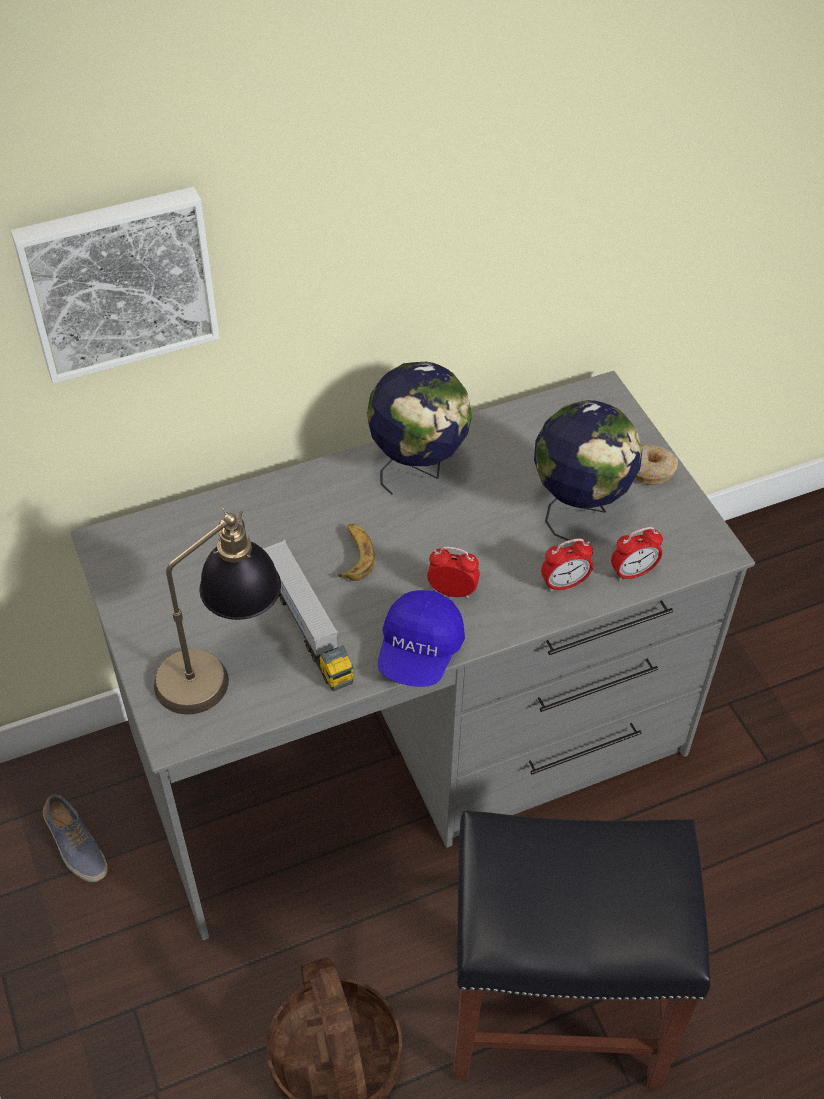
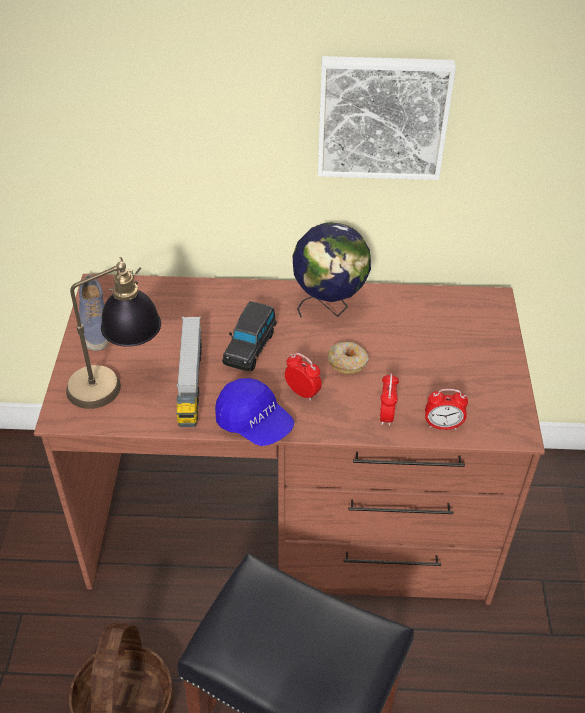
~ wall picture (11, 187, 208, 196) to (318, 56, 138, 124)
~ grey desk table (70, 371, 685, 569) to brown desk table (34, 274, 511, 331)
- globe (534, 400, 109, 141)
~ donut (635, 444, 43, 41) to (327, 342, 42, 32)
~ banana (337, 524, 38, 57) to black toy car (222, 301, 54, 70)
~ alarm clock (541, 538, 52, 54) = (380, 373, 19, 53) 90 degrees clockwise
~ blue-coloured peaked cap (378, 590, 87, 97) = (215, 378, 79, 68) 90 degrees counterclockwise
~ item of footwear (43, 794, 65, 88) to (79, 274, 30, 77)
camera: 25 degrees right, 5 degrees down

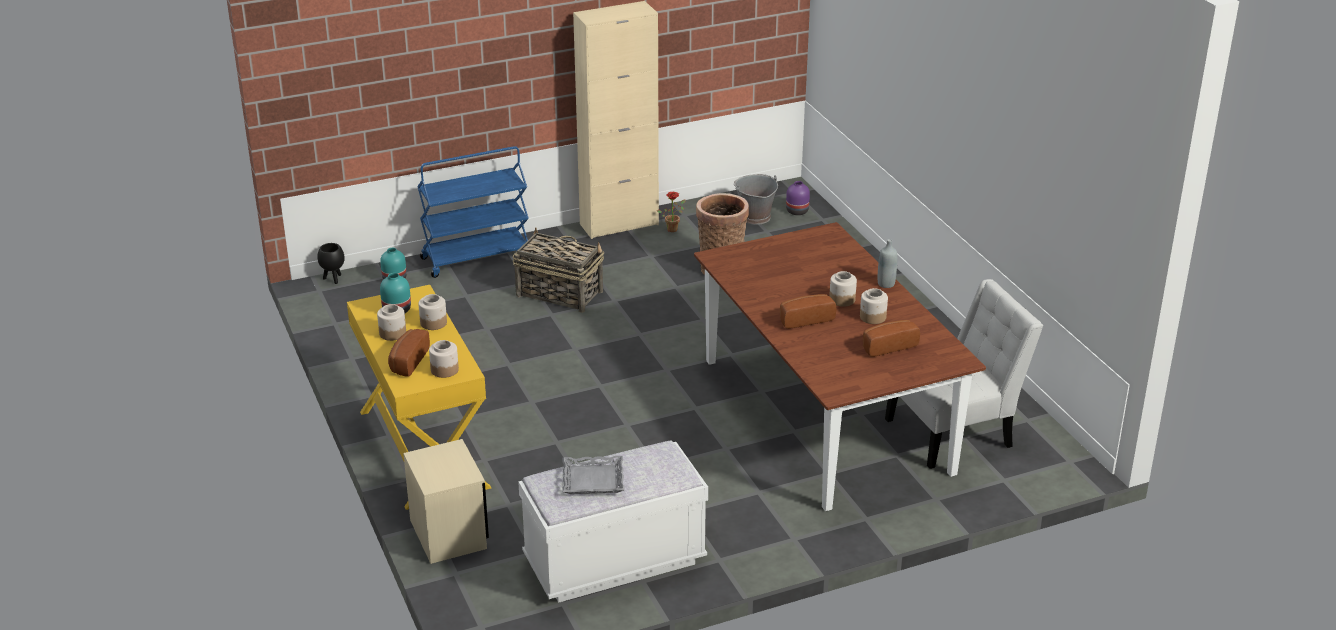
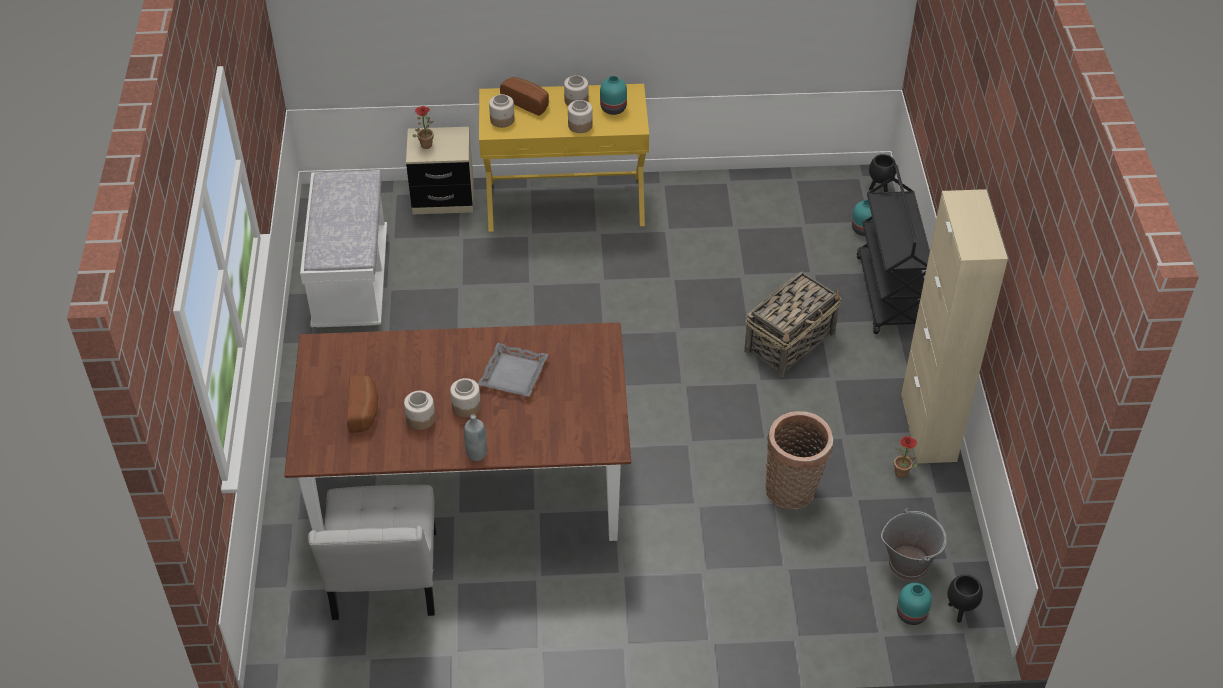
~ blue-coloured trolley (417, 146, 112, 132) to black trolley (856, 165, 74, 169)
~ purple flower vase (786, 181, 24, 34) to turquoise-coloured flower vase (897, 583, 35, 42)
- bakery bread (780, 294, 56, 35)
~ grey carrying tray (563, 456, 62, 38) to (478, 343, 70, 54)
+ houseplant (412, 106, 22, 43)
+ black planter (947, 574, 36, 49)
camera: 110 degrees right, 15 degrees up

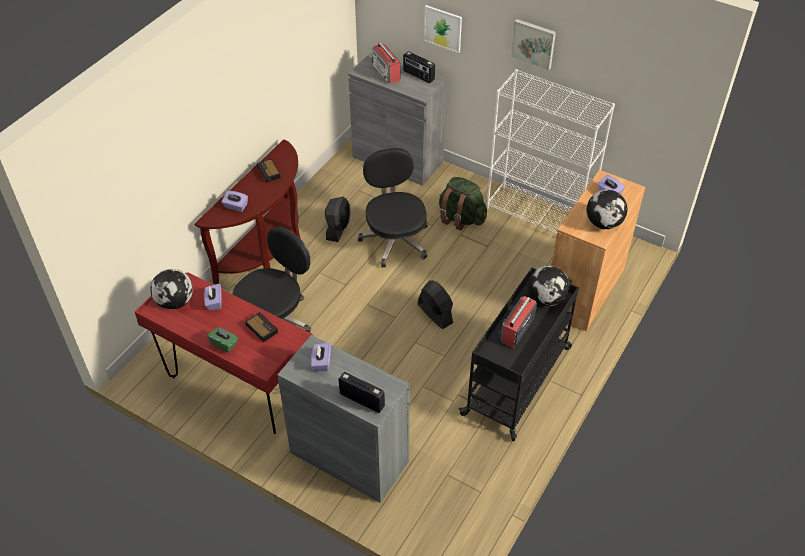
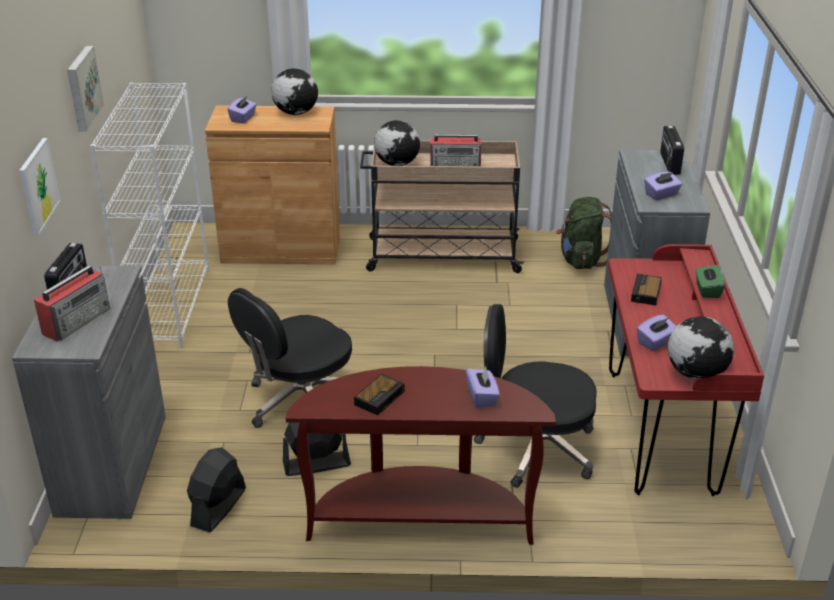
~ green rucksack (439, 177, 48, 53) to (556, 197, 56, 72)
~ black trolley (458, 267, 121, 174) to beige-coloured trolley (360, 140, 164, 133)
~ black cooling fan (417, 280, 36, 49) to (187, 447, 59, 85)
camera: 120 degrees left, 15 degrees down

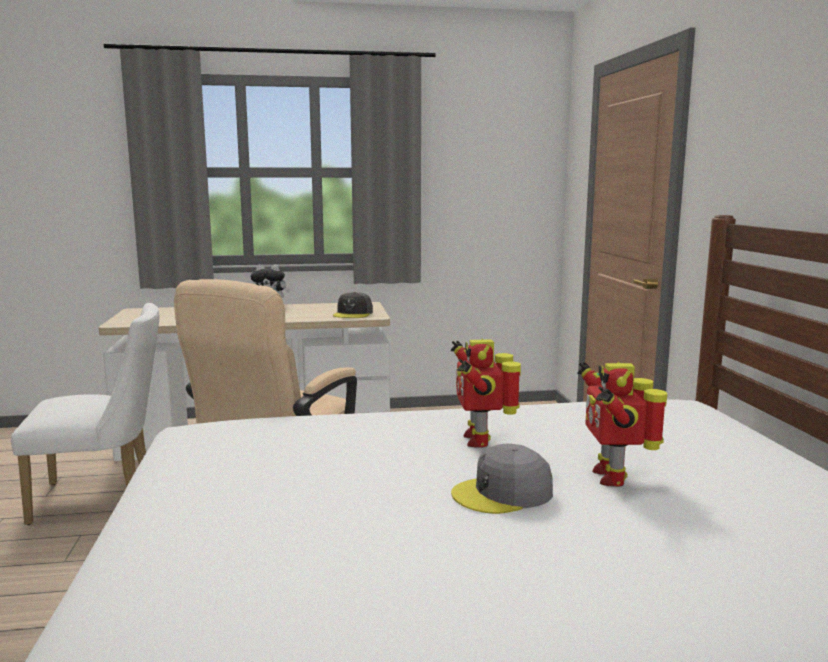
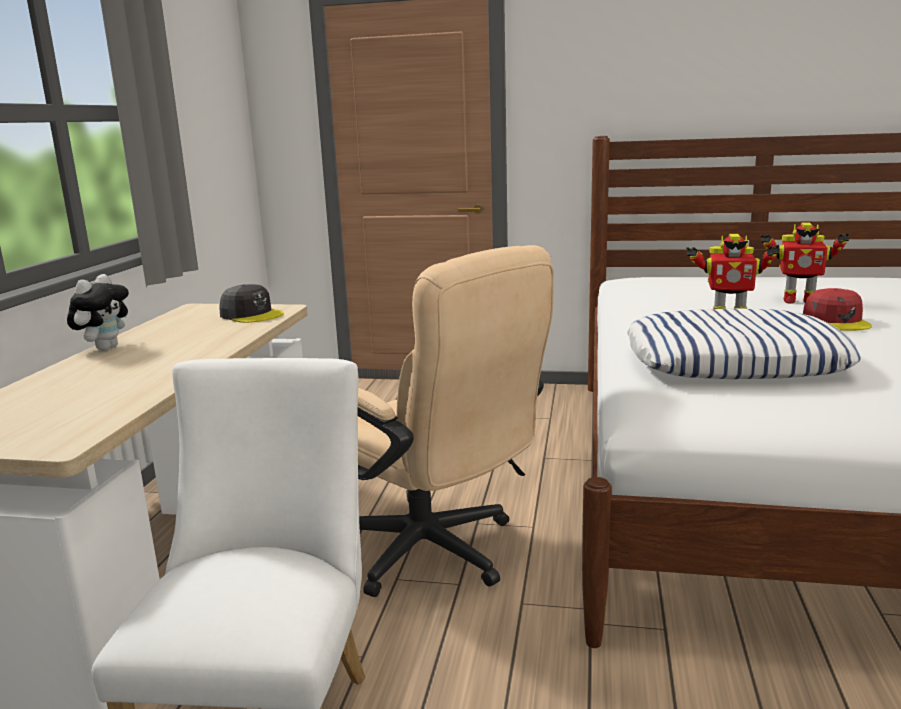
~ grey peaked cap (451, 444, 102, 70) to reddish peaked cap (803, 288, 69, 43)
+ pillow (627, 308, 234, 71)
camera: 70 degrees left, 5 degrees up

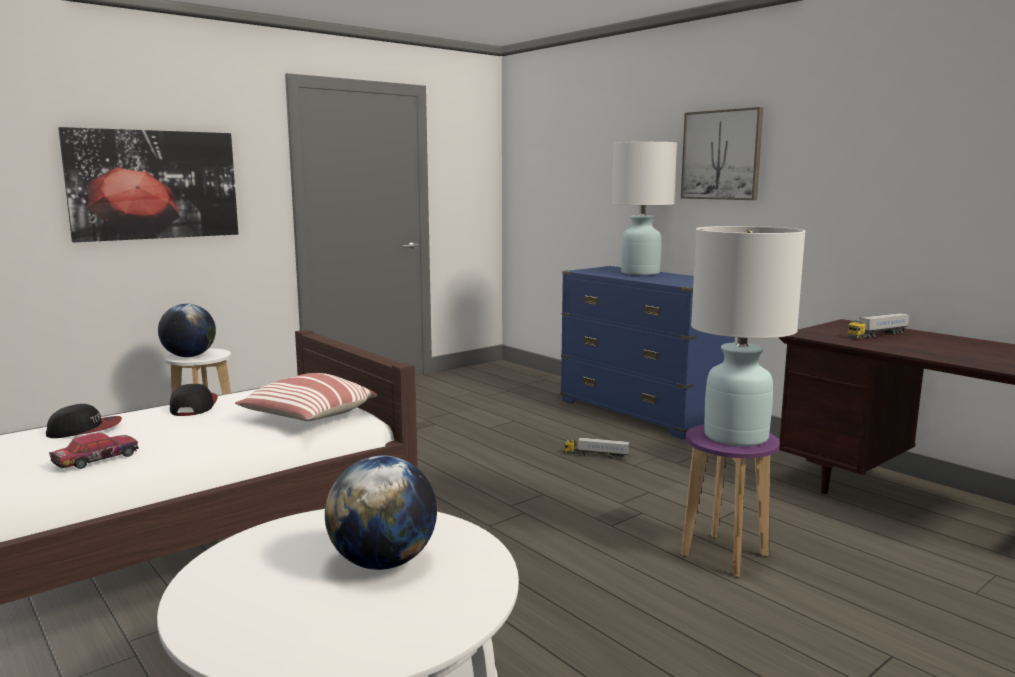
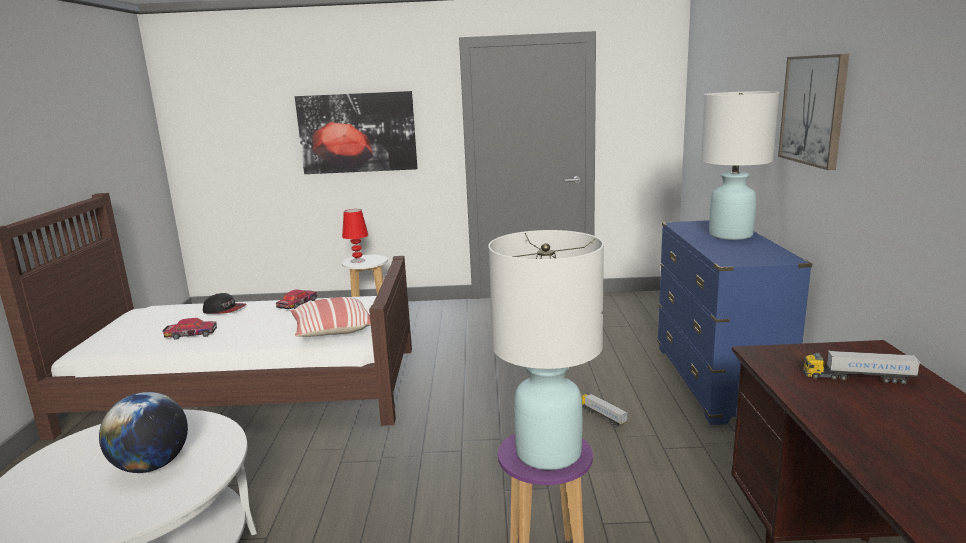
~ globe (158, 304, 58, 53) to reddish tabletop lamp (342, 209, 26, 54)
~ peaked cap (170, 384, 48, 32) to toy car (276, 290, 41, 19)
camera: 40 degrees right, 5 degrees up

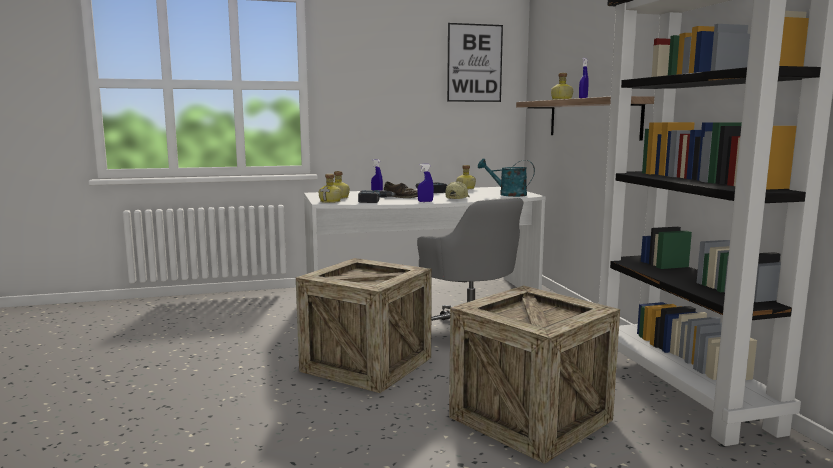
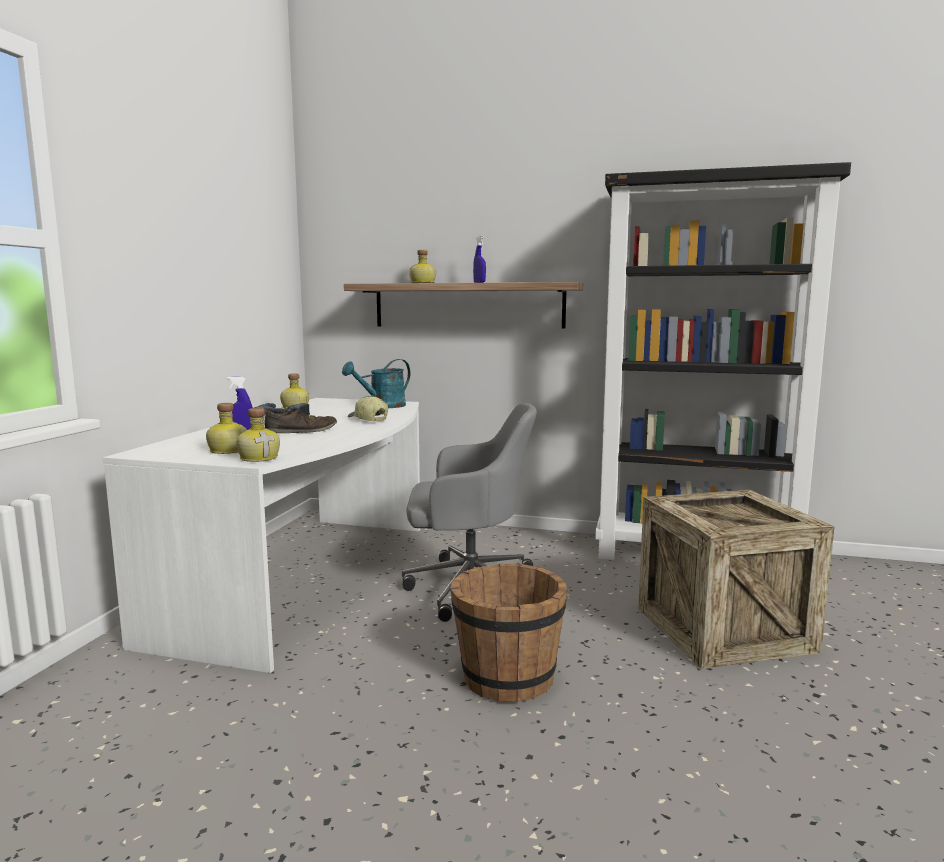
- wall picture (447, 23, 56, 79)
- blue-coloured hand sprayer (417, 164, 17, 38)
- electric drill (358, 190, 37, 13)
~ crate (296, 258, 136, 135) to brown pail (450, 564, 117, 138)
camera: 60 degrees left, 0 degrees up

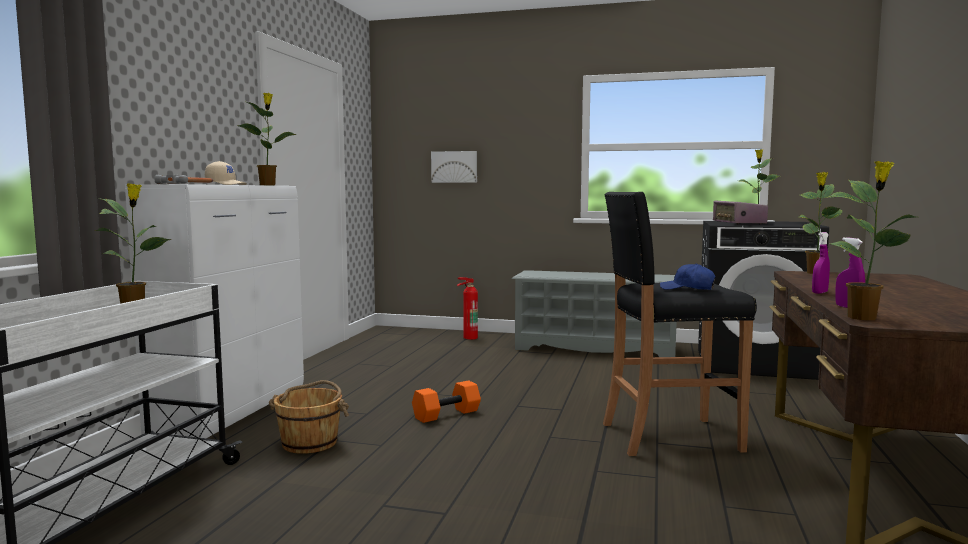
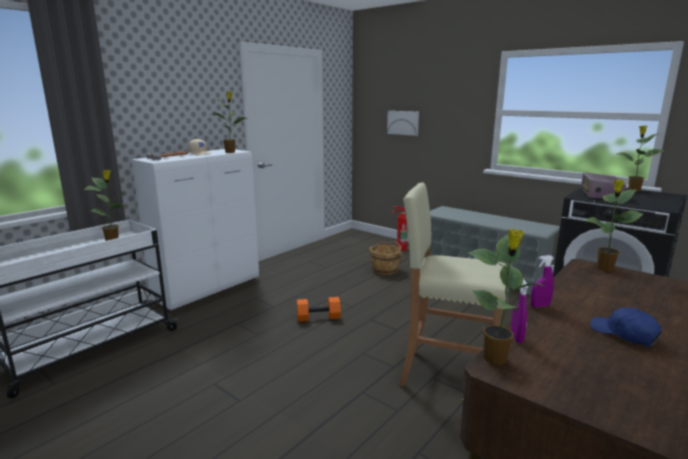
~ black stool (603, 192, 154, 264) to beige-coloured stool (399, 183, 109, 203)
~ blue-coloured peaked cap (660, 263, 55, 27) to (590, 308, 72, 38)
~ brown pail (269, 380, 80, 74) to (368, 241, 36, 34)
camera: 25 degrees right, 10 degrees up

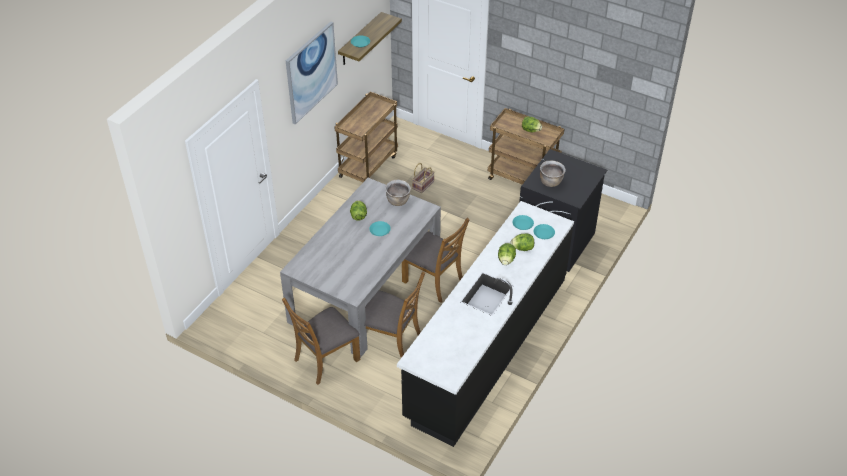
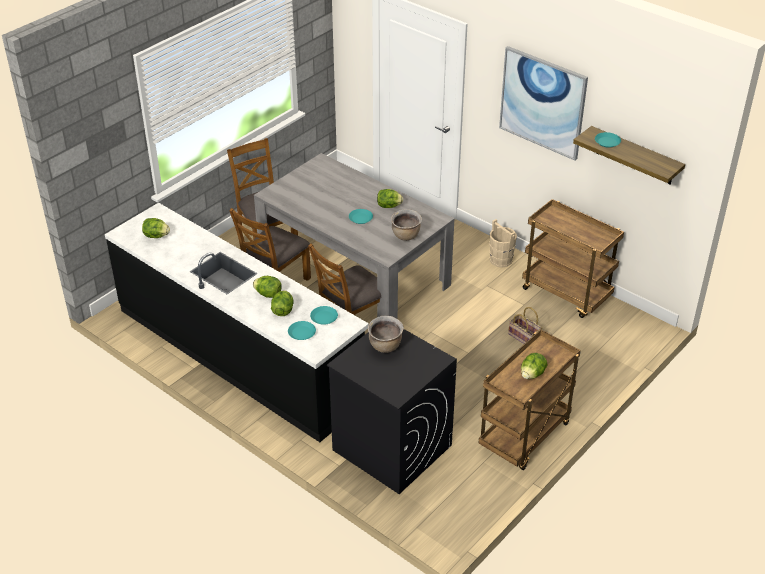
+ lettuce (142, 218, 28, 20)
+ beige-coloured pail (489, 219, 28, 48)
camera: 100 degrees right, 5 degrees down

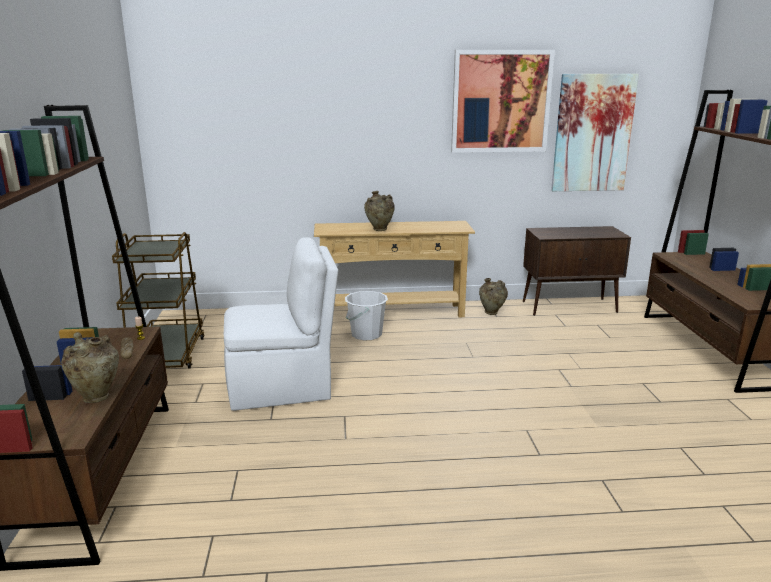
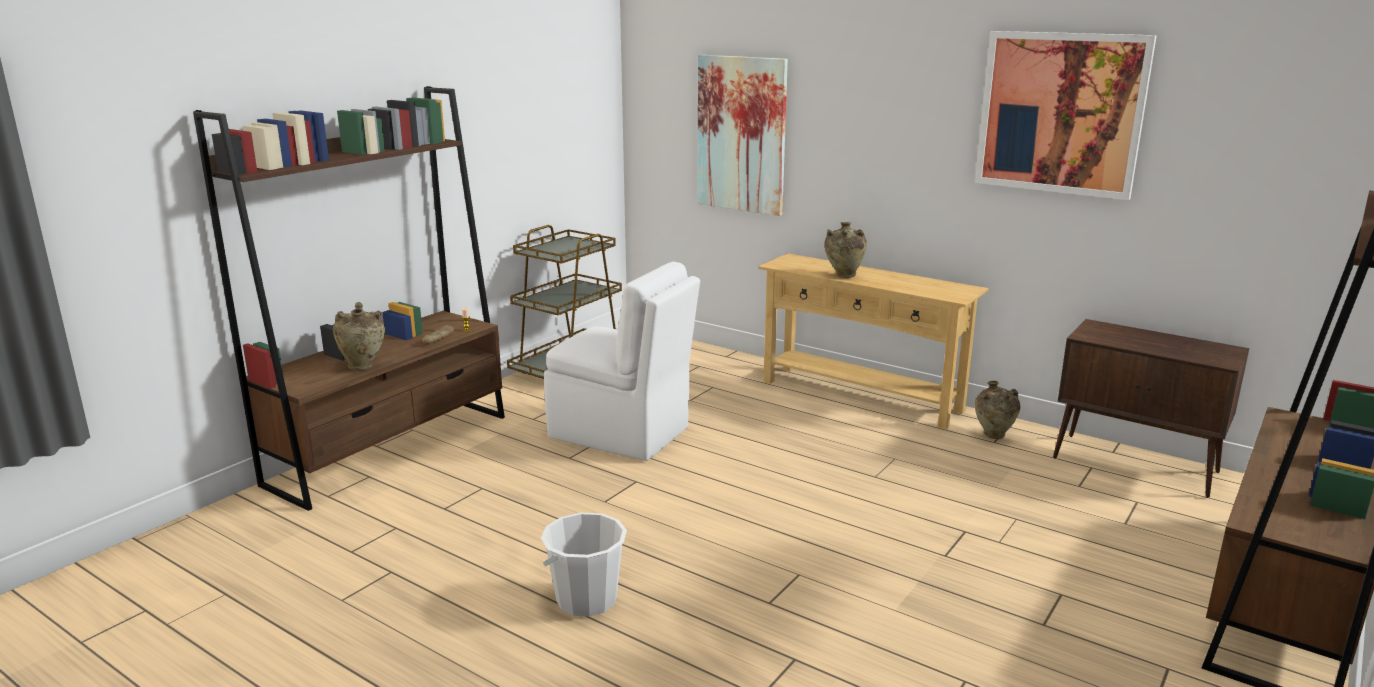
~ wall picture (551, 74, 88, 117) to (697, 55, 91, 161)
~ whitish pail (345, 291, 43, 49) to (541, 513, 86, 104)
camera: 40 degrees right, 0 degrees up

